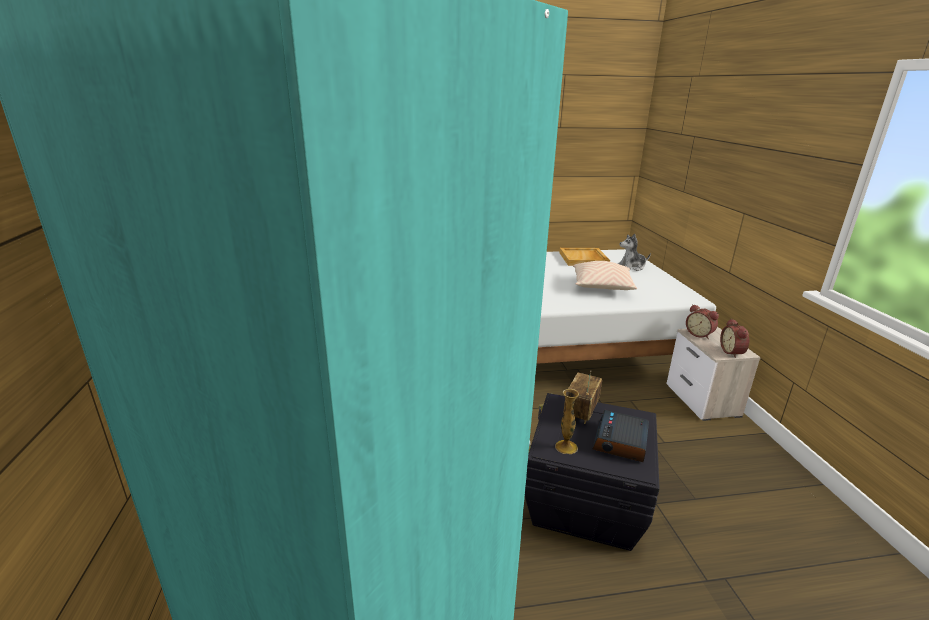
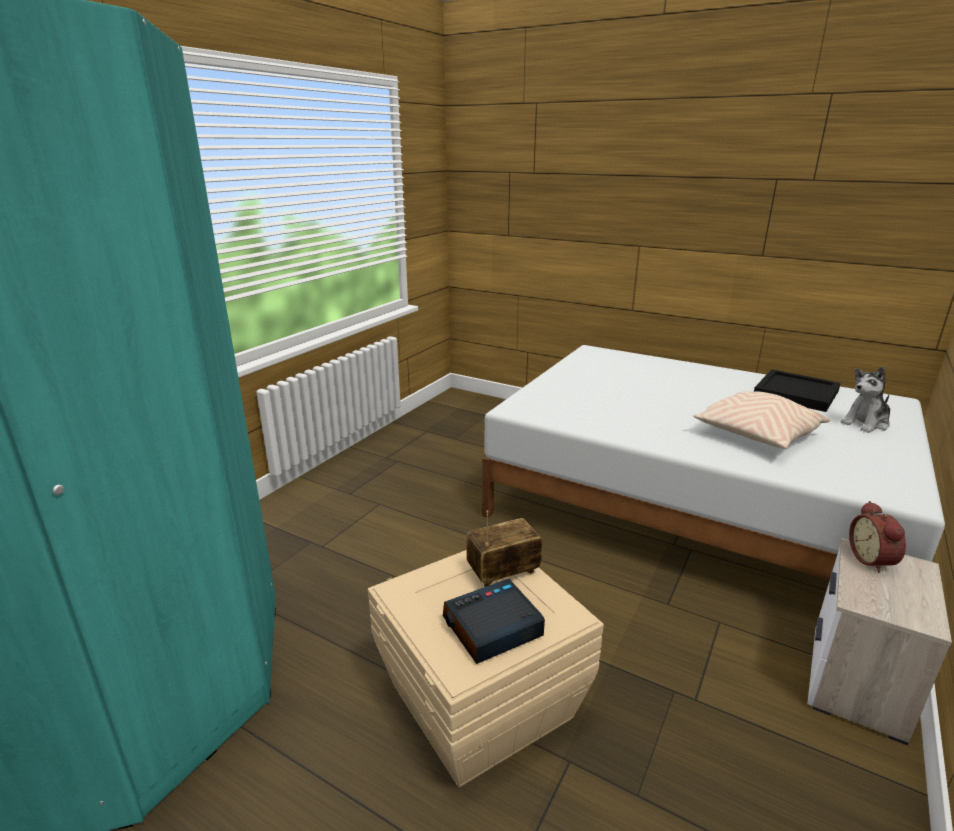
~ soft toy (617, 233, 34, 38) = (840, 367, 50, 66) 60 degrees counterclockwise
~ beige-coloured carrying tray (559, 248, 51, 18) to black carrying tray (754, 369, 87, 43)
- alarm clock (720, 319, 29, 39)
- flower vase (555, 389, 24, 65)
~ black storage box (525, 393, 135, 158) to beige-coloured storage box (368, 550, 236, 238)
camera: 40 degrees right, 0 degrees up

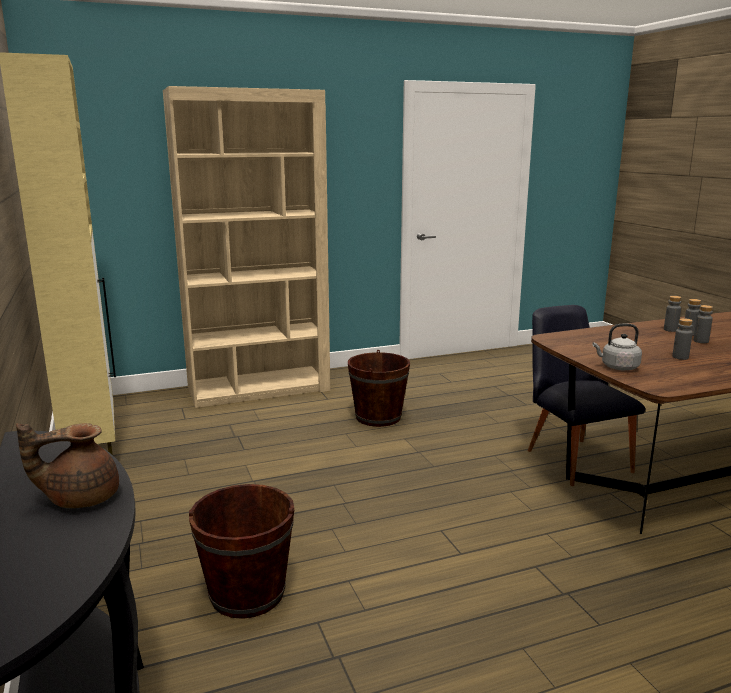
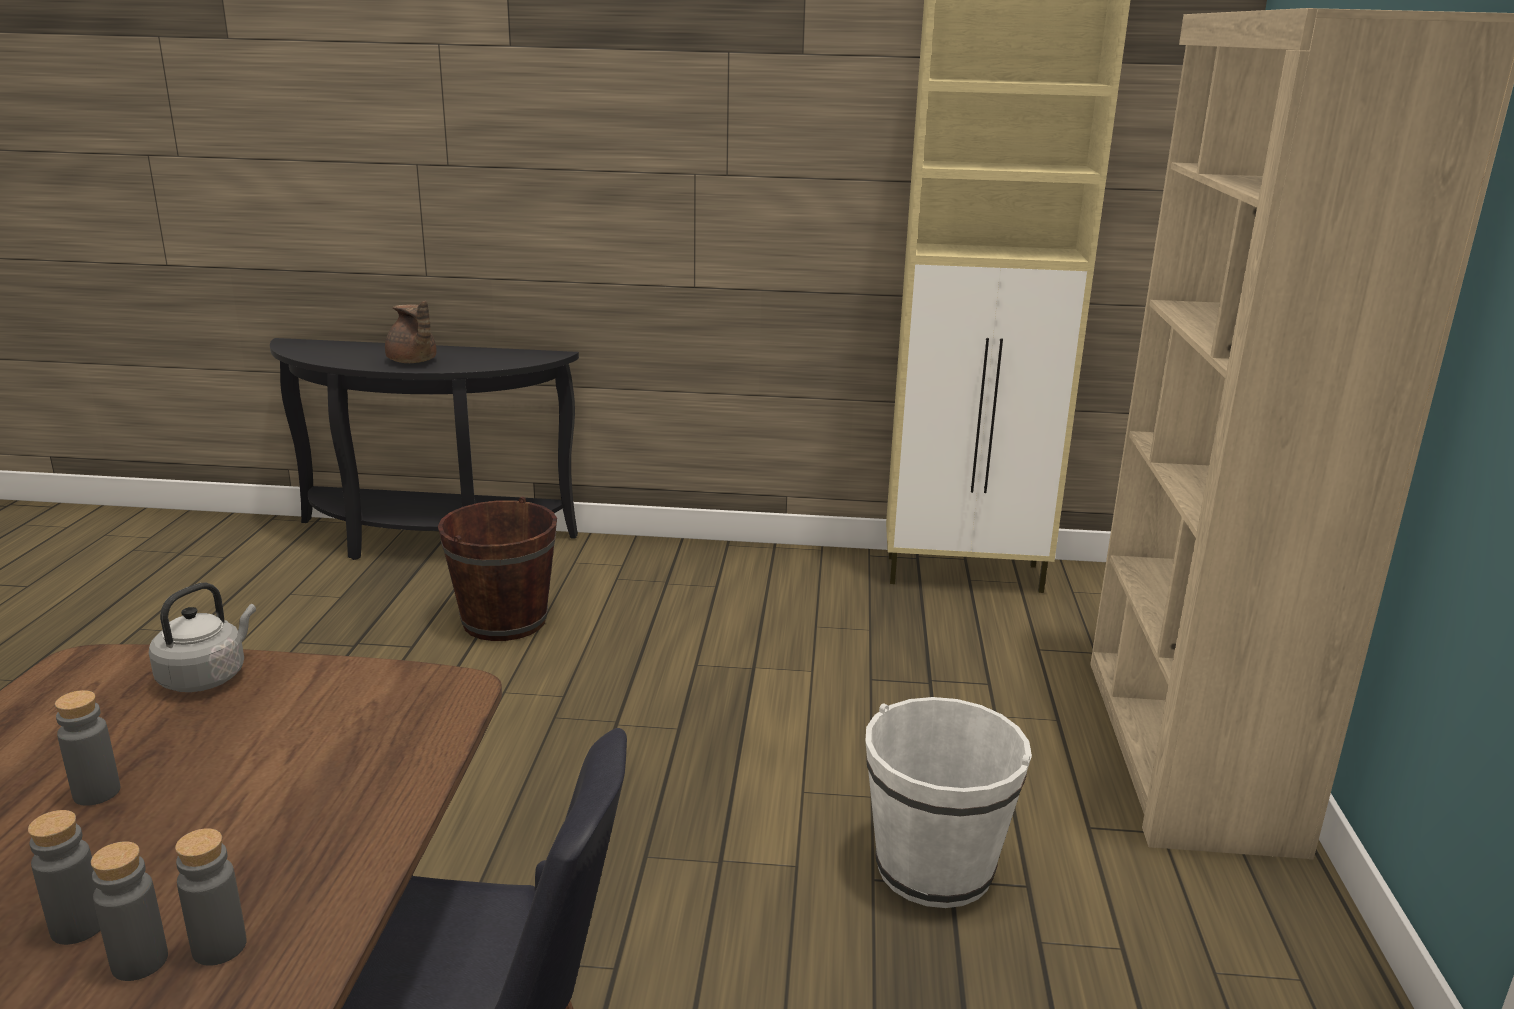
~ brown pail (348, 350, 62, 77) to whitish pail (865, 697, 167, 211)
~ brown pot for tea (16, 423, 103, 85) = (385, 301, 52, 62) 135 degrees clockwise
camera: 115 degrees right, 5 degrees up

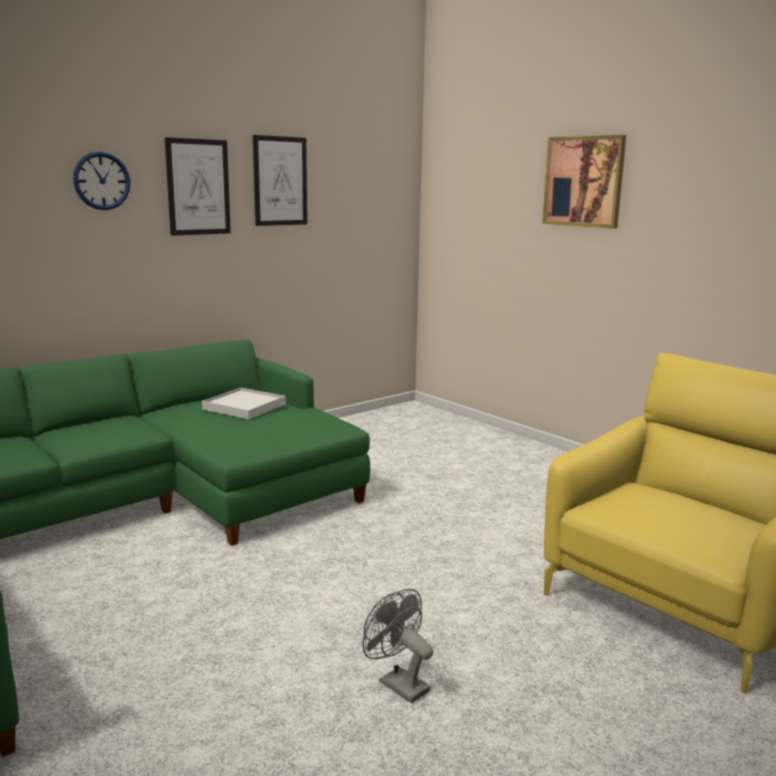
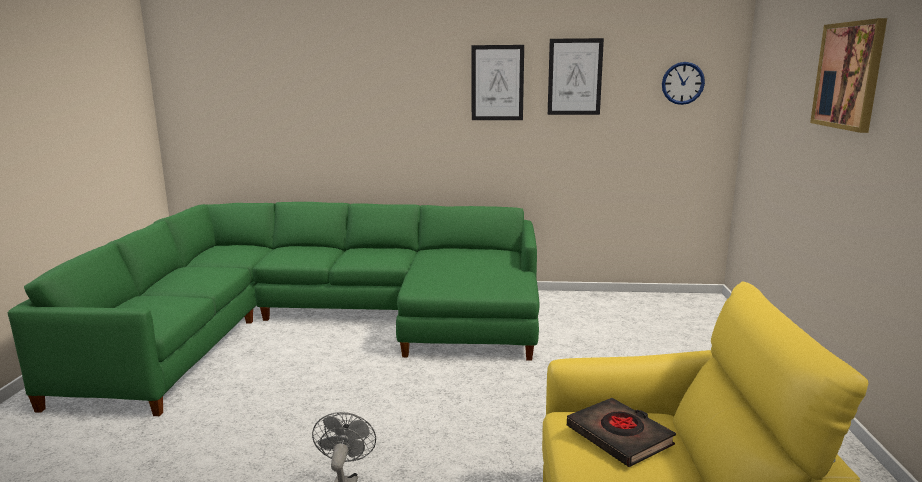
~ clock on the wall (73, 152, 57, 58) to (662, 62, 43, 43)
- whitish carrying tray (202, 388, 84, 31)
+ black volume (567, 398, 109, 69)
camera: 45 degrees right, 0 degrees up

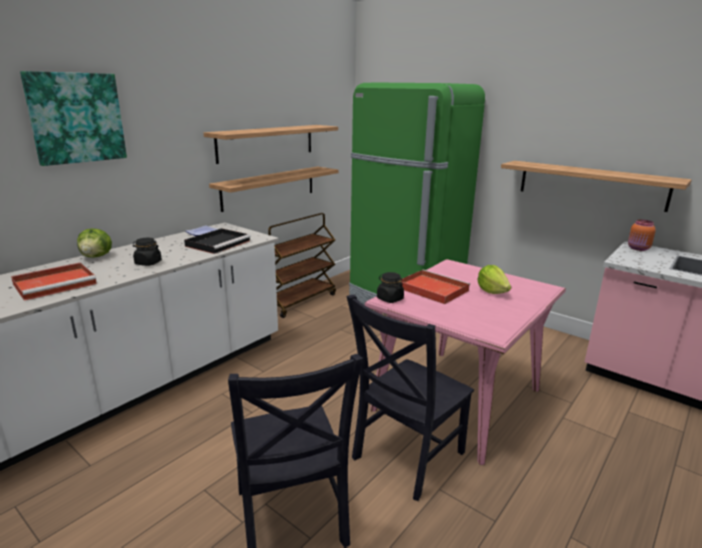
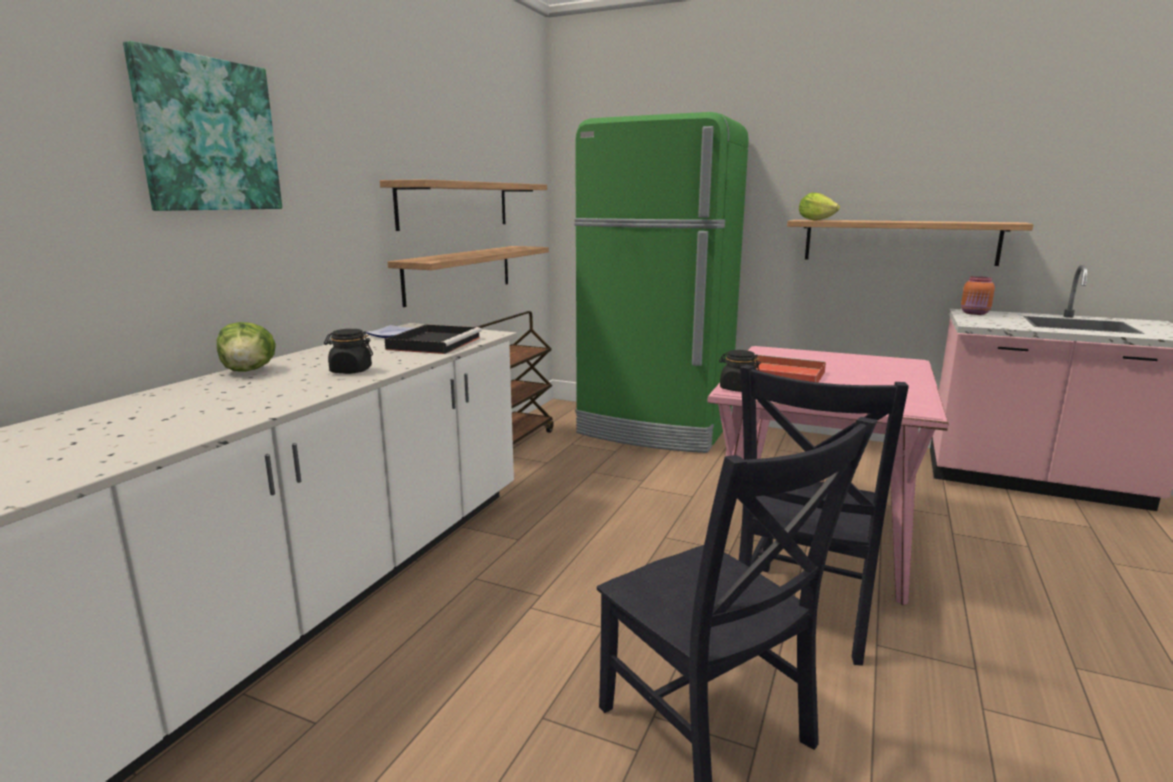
- reddish carrying tray (11, 263, 86, 38)
~ lettuce (477, 265, 34, 29) to (799, 192, 41, 29)
camera: 15 degrees left, 5 degrees down

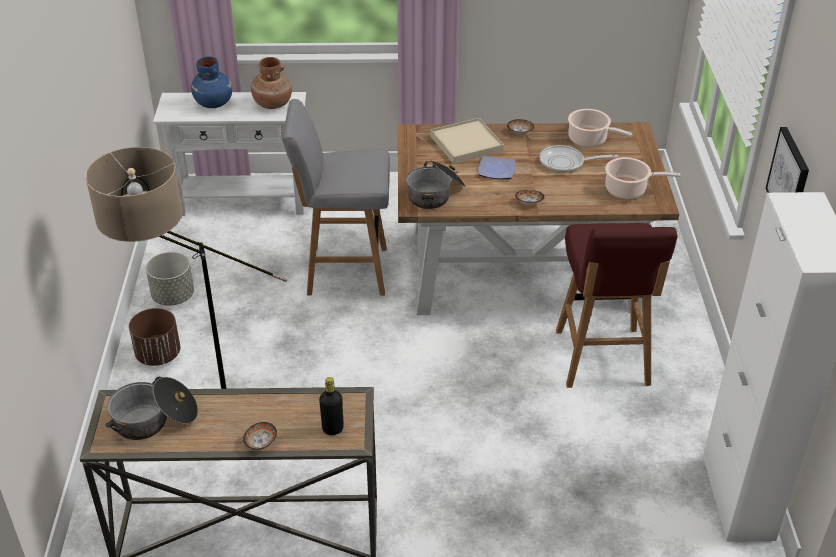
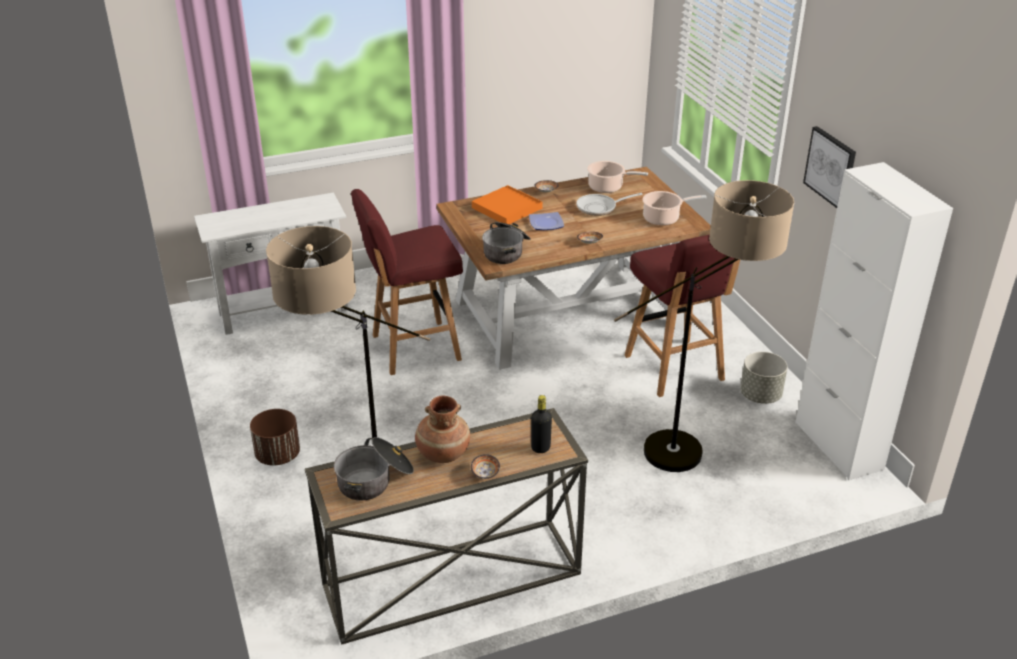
- blue-coloured flower vase (191, 56, 41, 52)
~ brown flower vase (251, 57, 41, 52) to (415, 395, 55, 68)
~ grey stool (283, 99, 107, 197) to reddish stool (351, 189, 112, 186)
~ beige-coloured carrying tray (431, 118, 73, 46) to orange-coloured carrying tray (472, 185, 71, 39)
~ grey planter (146, 252, 48, 54) to (740, 352, 48, 52)
+ standard lamp (614, 180, 180, 292)
camera: 20 degrees left, 5 degrees down

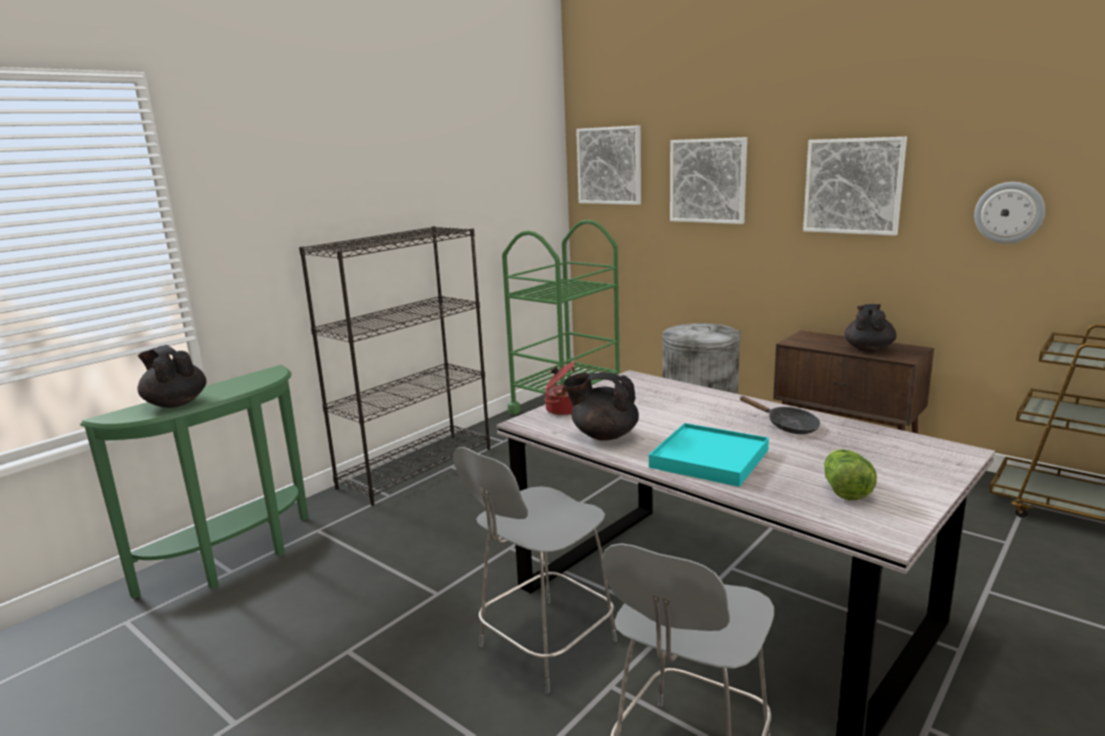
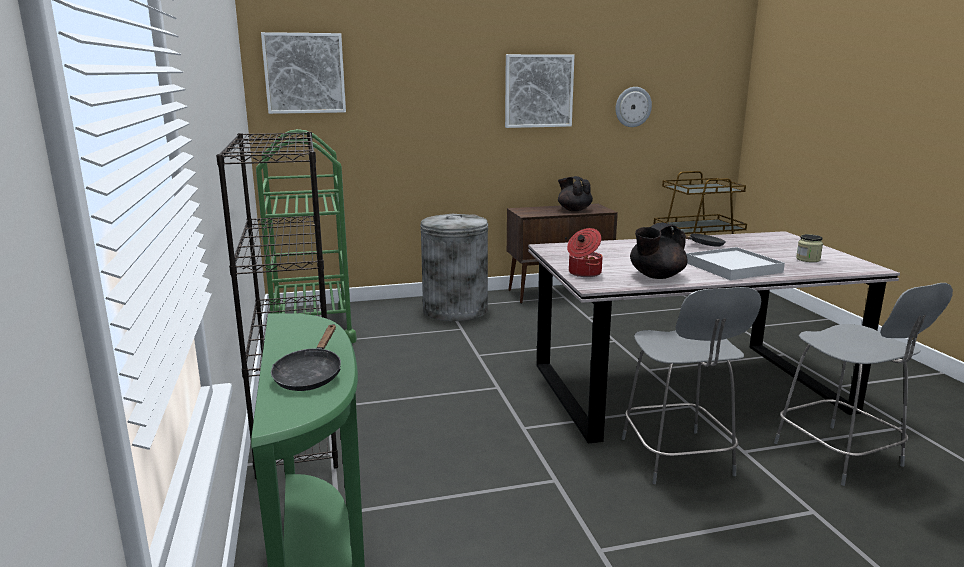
- wall picture (670, 137, 77, 87)
~ black pot for tea (138, 345, 69, 63) to black frying pan (271, 324, 70, 67)
~ turquoise-coloured carrying tray (649, 423, 120, 64) to whitish carrying tray (686, 247, 99, 33)
~ lettuce (824, 449, 53, 51) to jar (796, 234, 27, 28)
camera: 55 degrees left, 0 degrees up

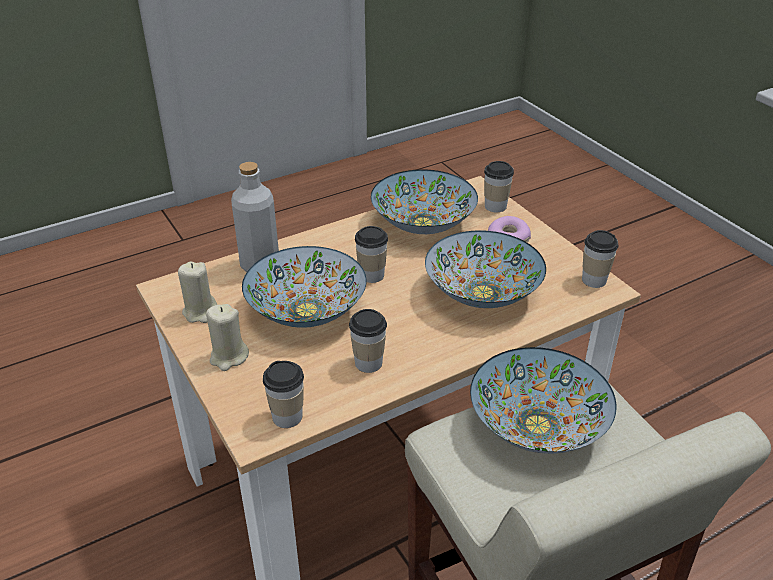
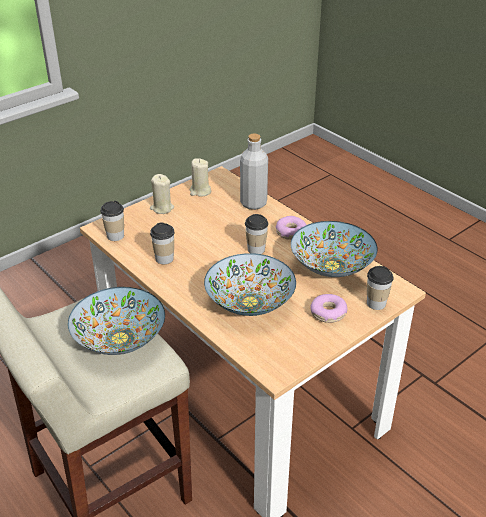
- small cup (582, 230, 37, 58)
- bowl (242, 246, 125, 82)
+ donut (276, 216, 31, 24)
camera: 80 degrees right, 0 degrees up

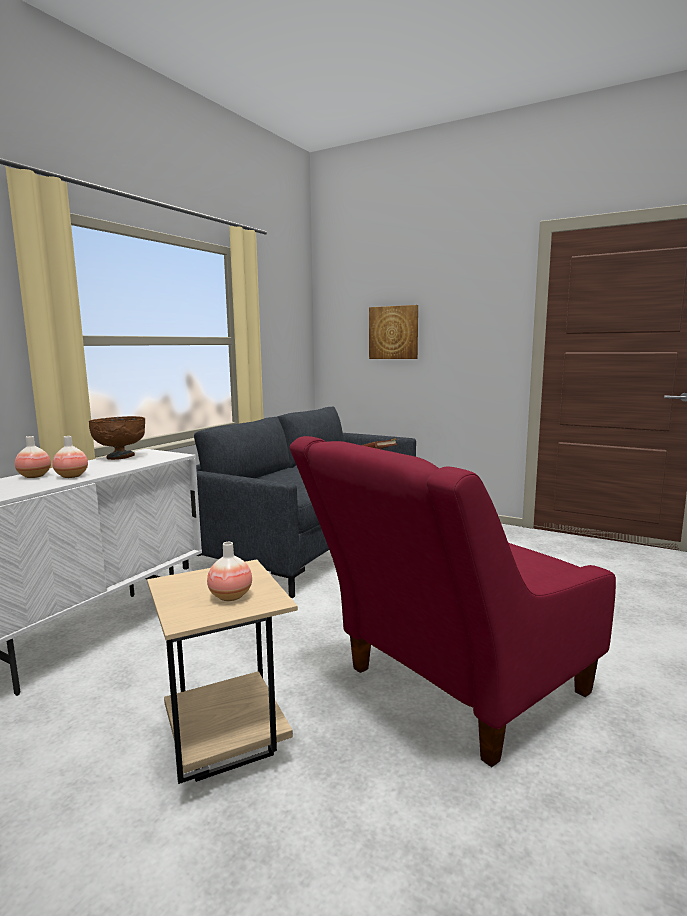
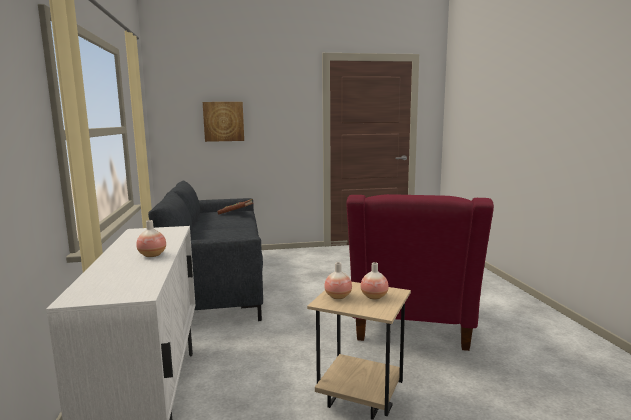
- brown bowl (89, 416, 56, 44)
~ flower vase (15, 436, 36, 42) to (324, 262, 28, 37)
camera: 40 degrees left, 0 degrees up

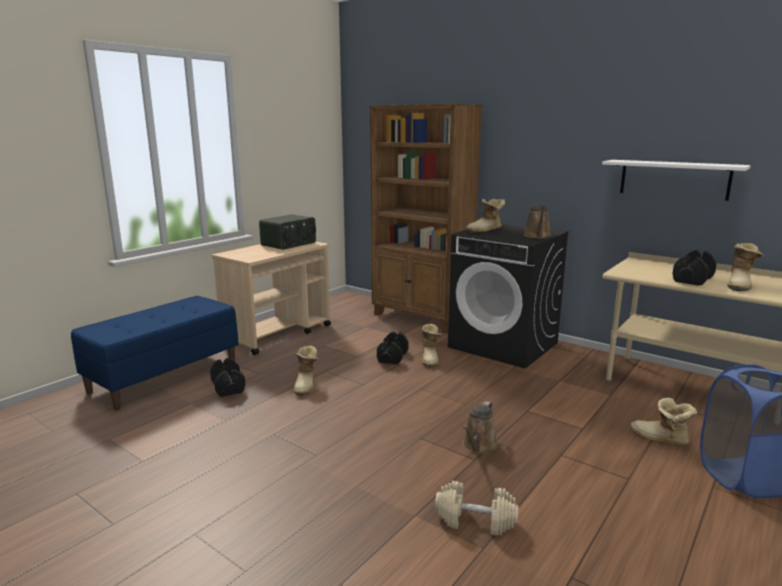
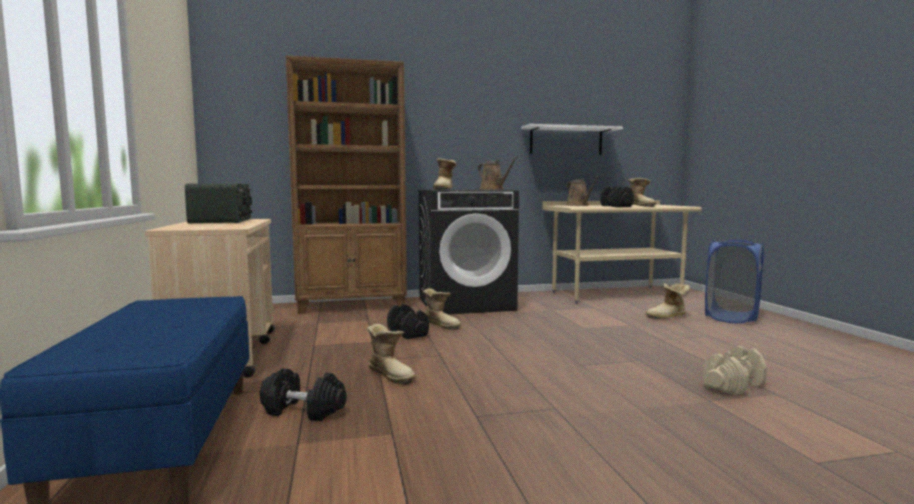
~ brown sprinkling can (462, 401, 36, 53) to (566, 176, 34, 30)
camera: 50 degrees left, 10 degrees down

